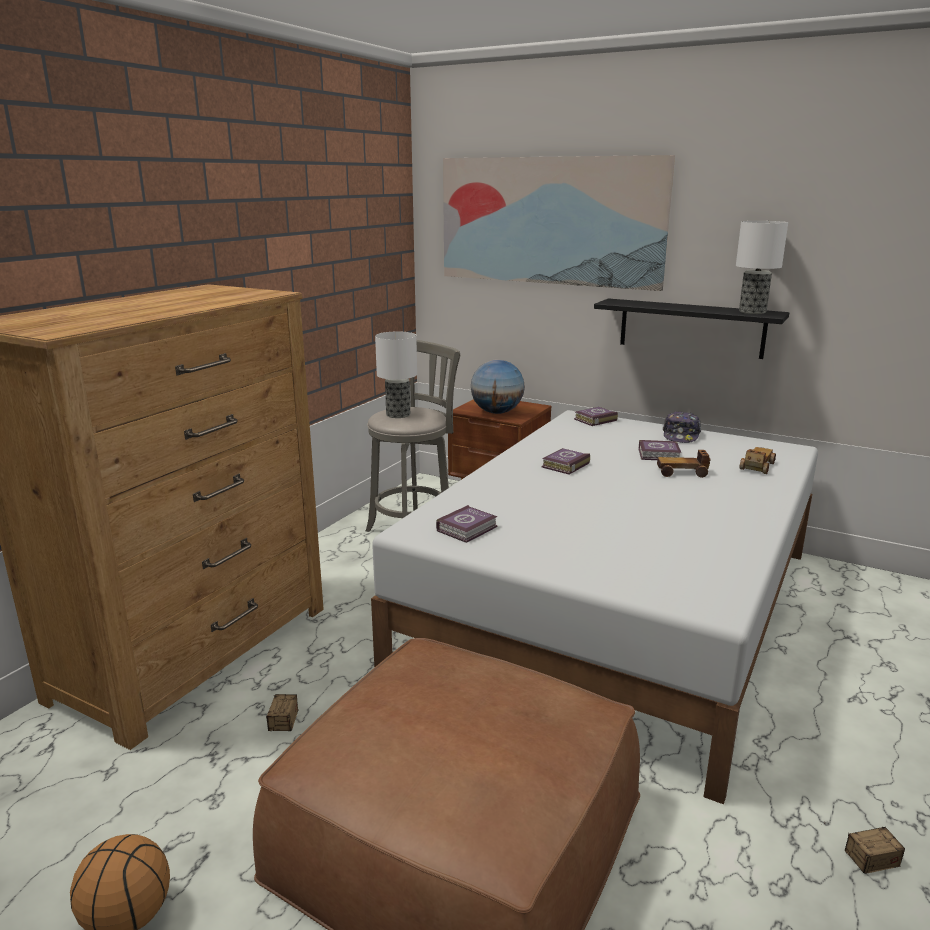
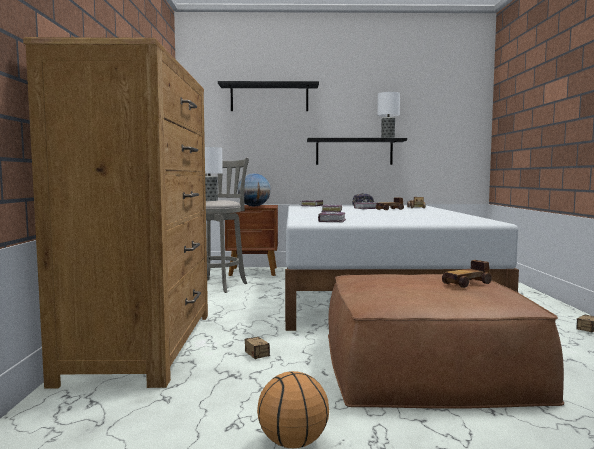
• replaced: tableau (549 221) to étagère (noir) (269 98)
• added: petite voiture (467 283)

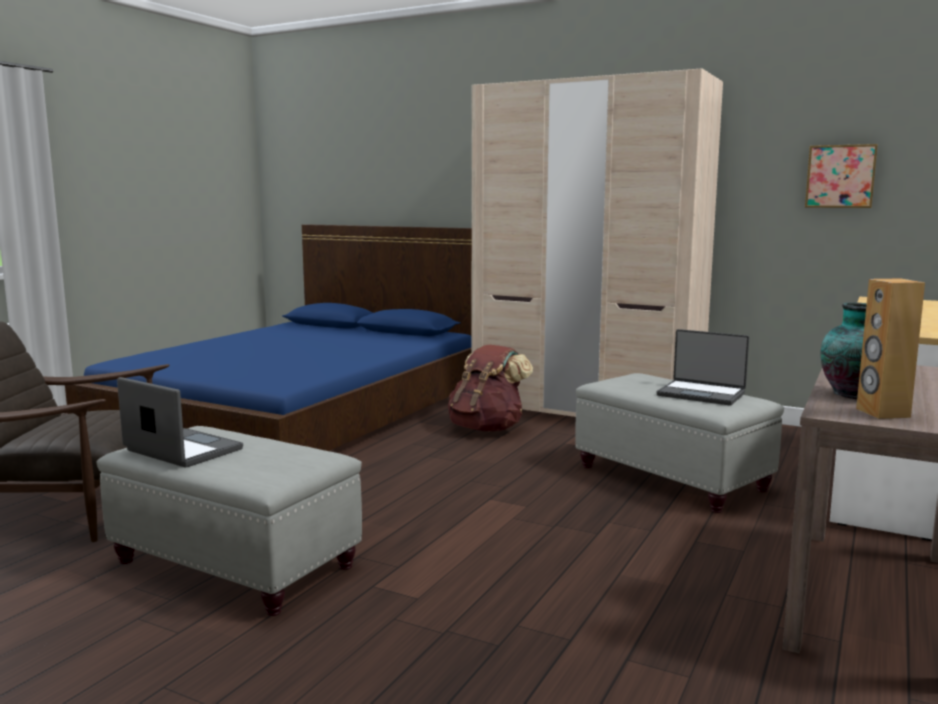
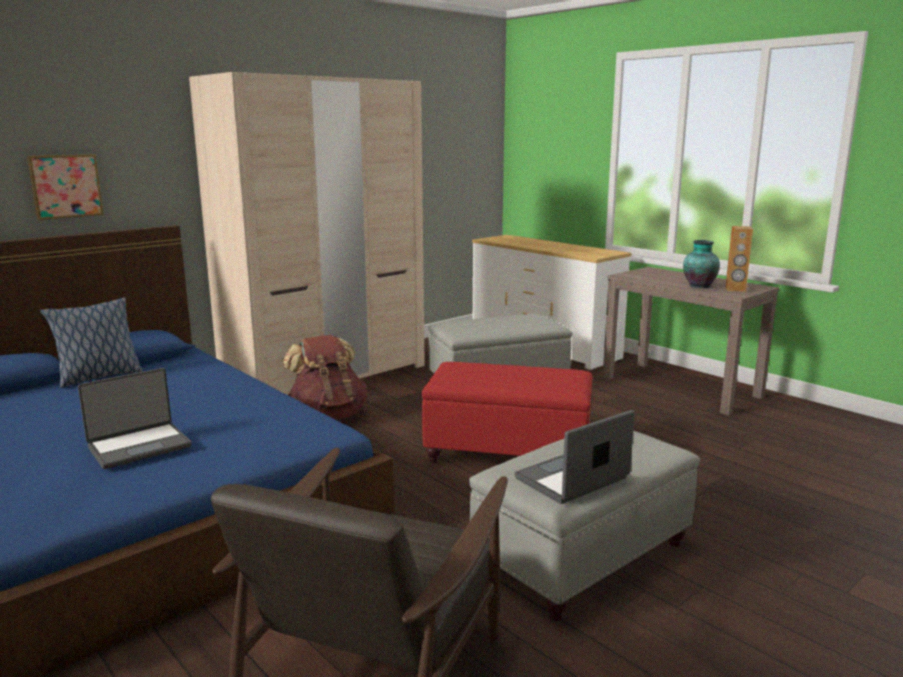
• moved: ordinateur portable (701 394) to (139 446)
• moved: tableau (840 176) to (65 186)
• added: coussin (98 377)
• added: pouf (rouge) (509 452)

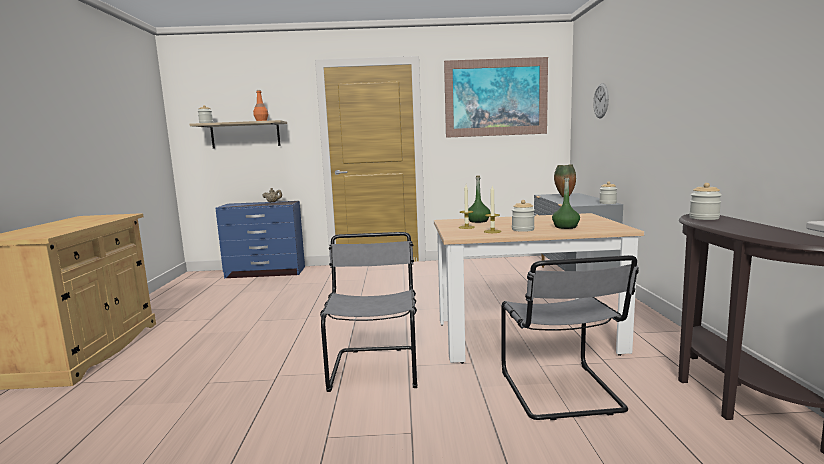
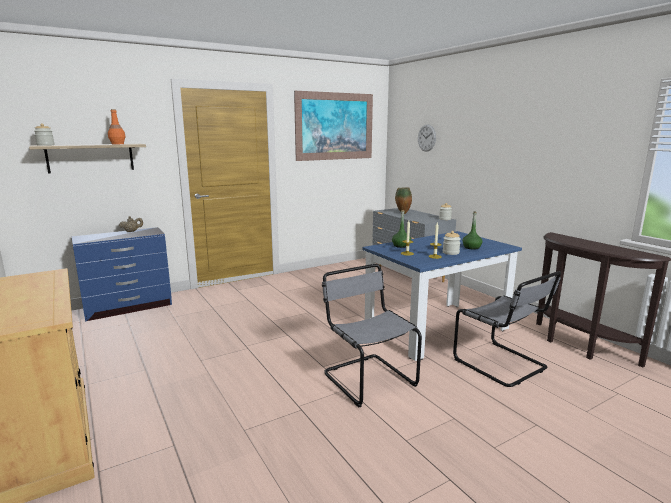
• recoloured: table à manger (beige) (526 336) to table à manger (bleu) (436 329)
• removed: bocal (704 218)

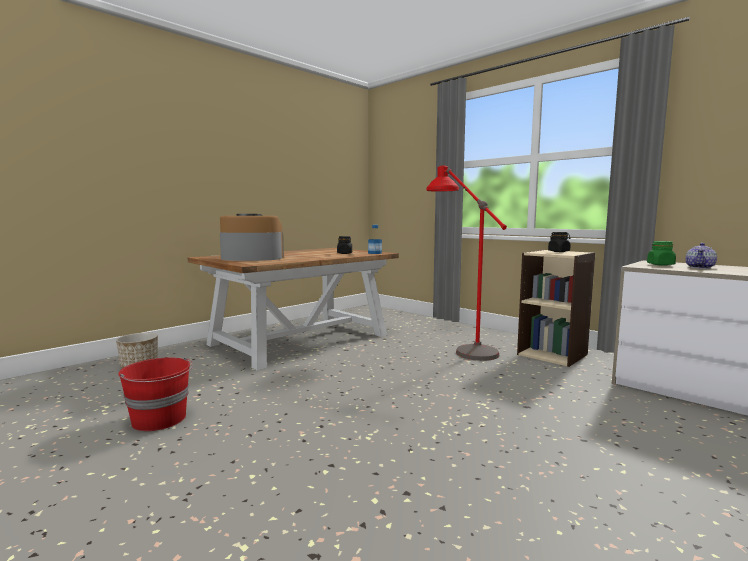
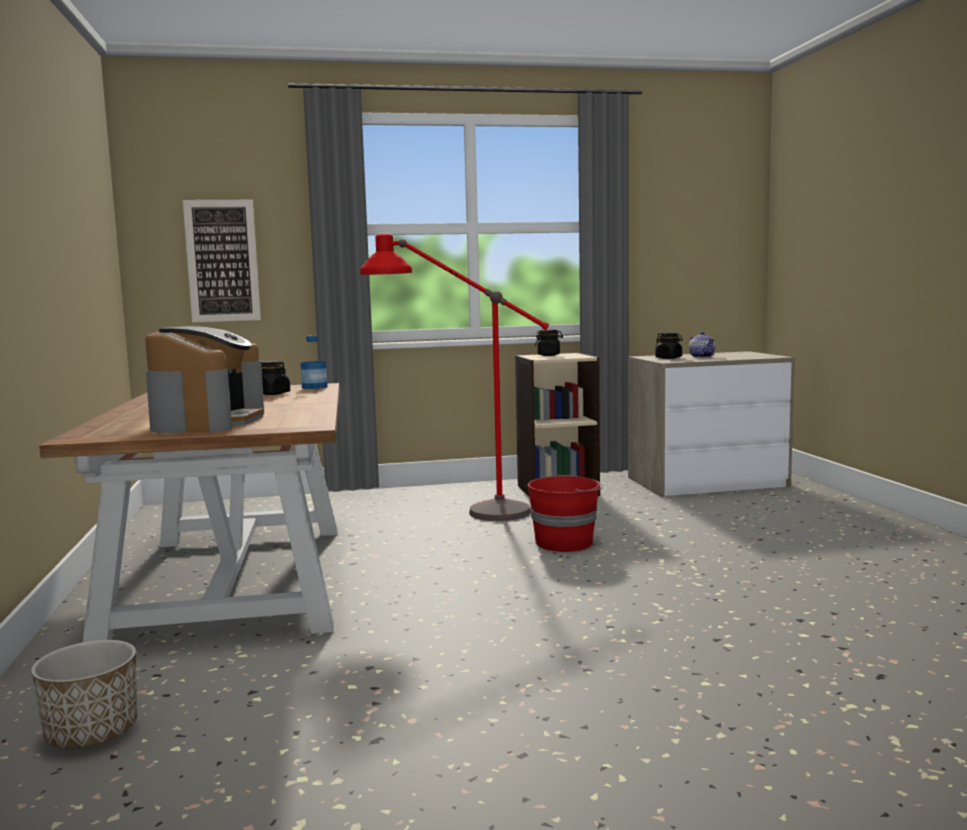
• moved: seau (rouge) (160 419) to (565 543)
• turned: machine à café (252 258) = (208 422) 150 degrees clockwise
• recoloured: bocal (vert) (660 264) to bocal (noir) (668 358)
• added: tableau (222 261)

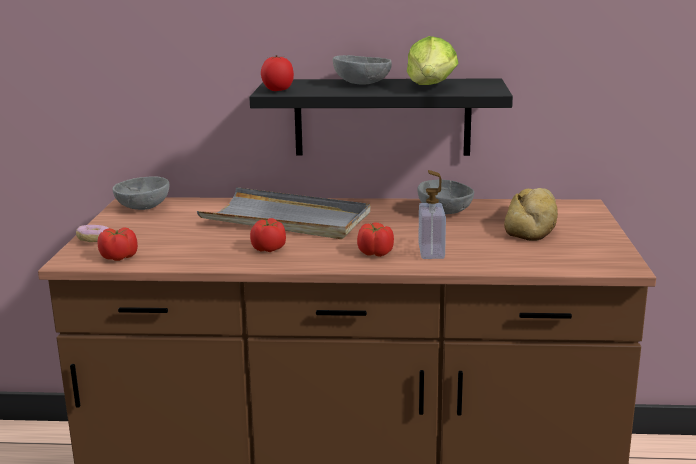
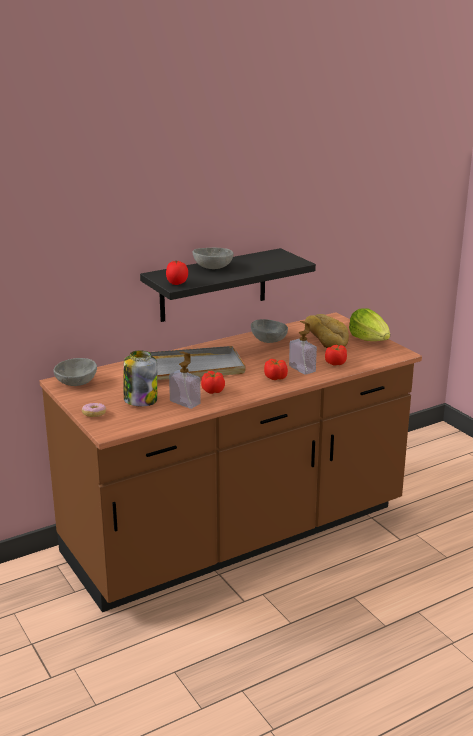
• moved: tomate (119 257) to (336 363)
• moved: laitue (431 87) to (370 340)
• added: bocal (140 400)
• added: distributeur de savon (185 402)

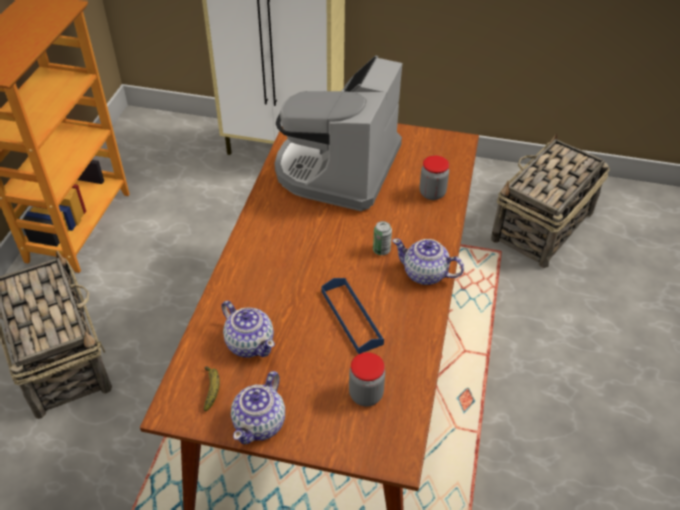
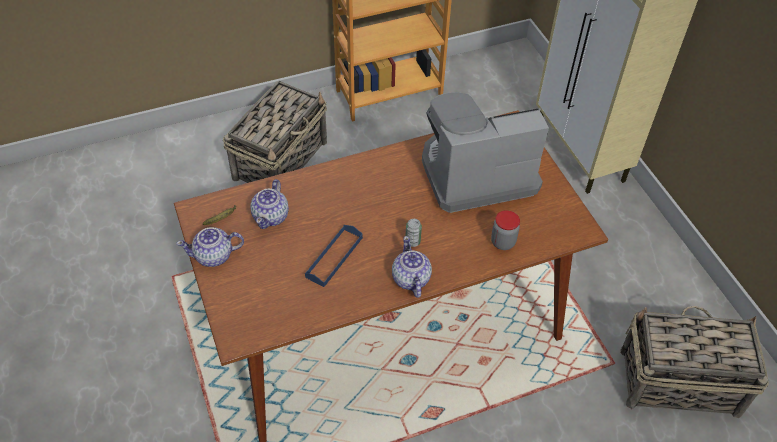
• removed: bocal (366 394)

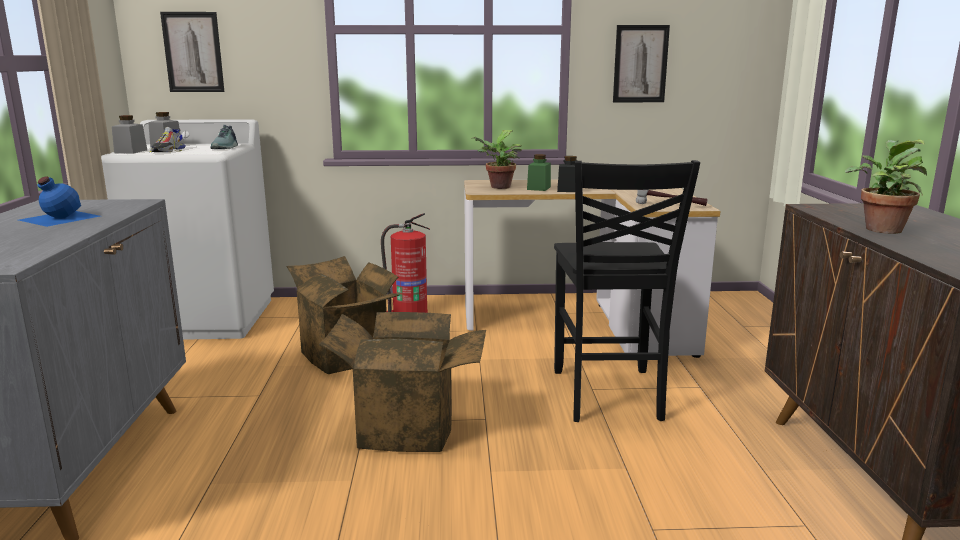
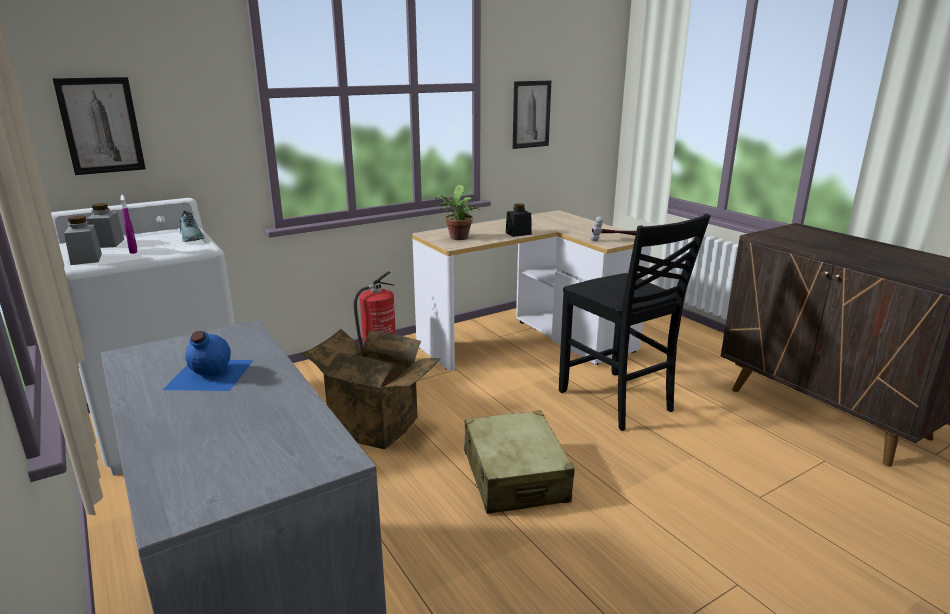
• replaced: chaussure (168 150) to vaporisateur (violet) (133 251)
• replaced: carton (409 427) to valise (beige) (515 476)
• removed: bocal (vert) (539 188)
• removed: plante en pot (881 228)

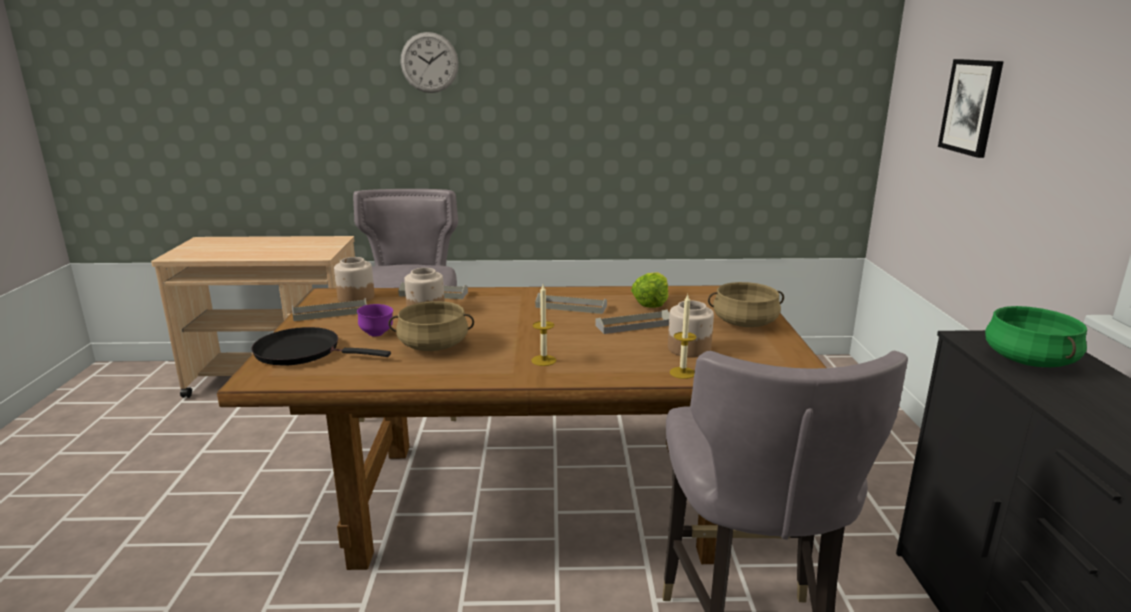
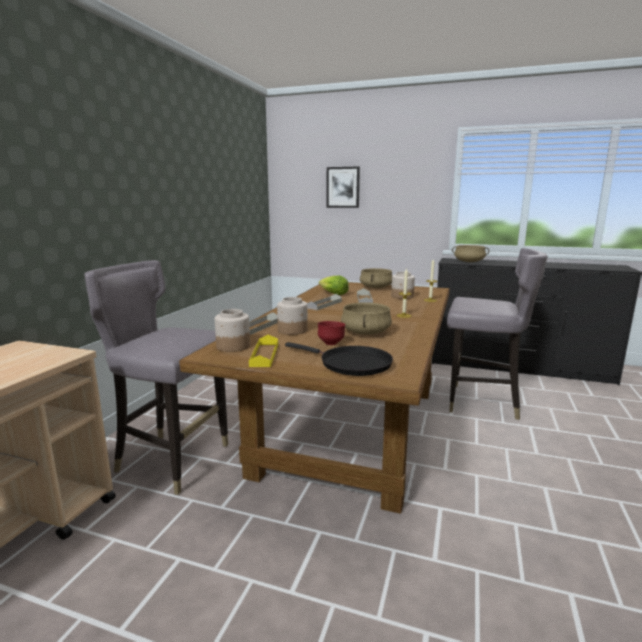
• turned: poêle (noir) (303 352) = (351 364) 90 degrees counterclockwise
• recoloured: plateau (gris) (330 313) to plateau (jaune) (264 355)
• recoloured: bol (violet) (377 334) to bol (rouge) (331 343)
• removed: horloge murale (429 62)
• recoloured: marmite (vert) (1030 360) to marmite (beige) (469 261)

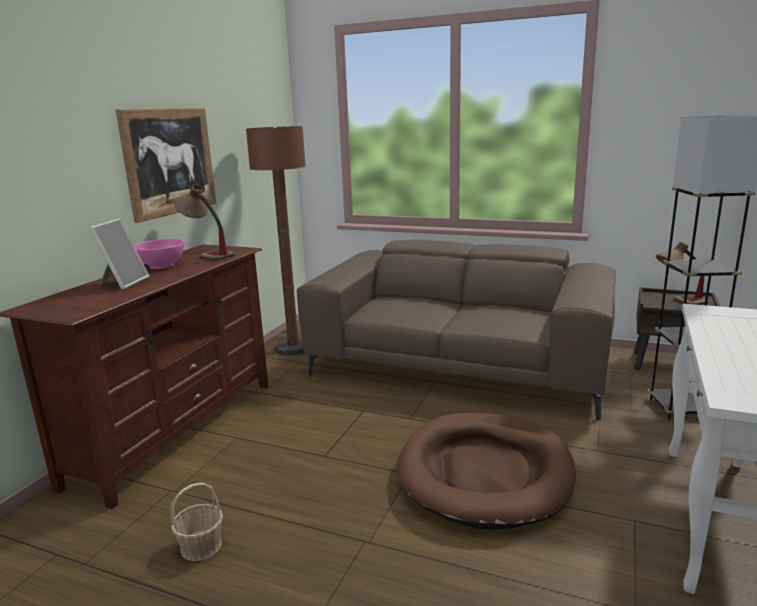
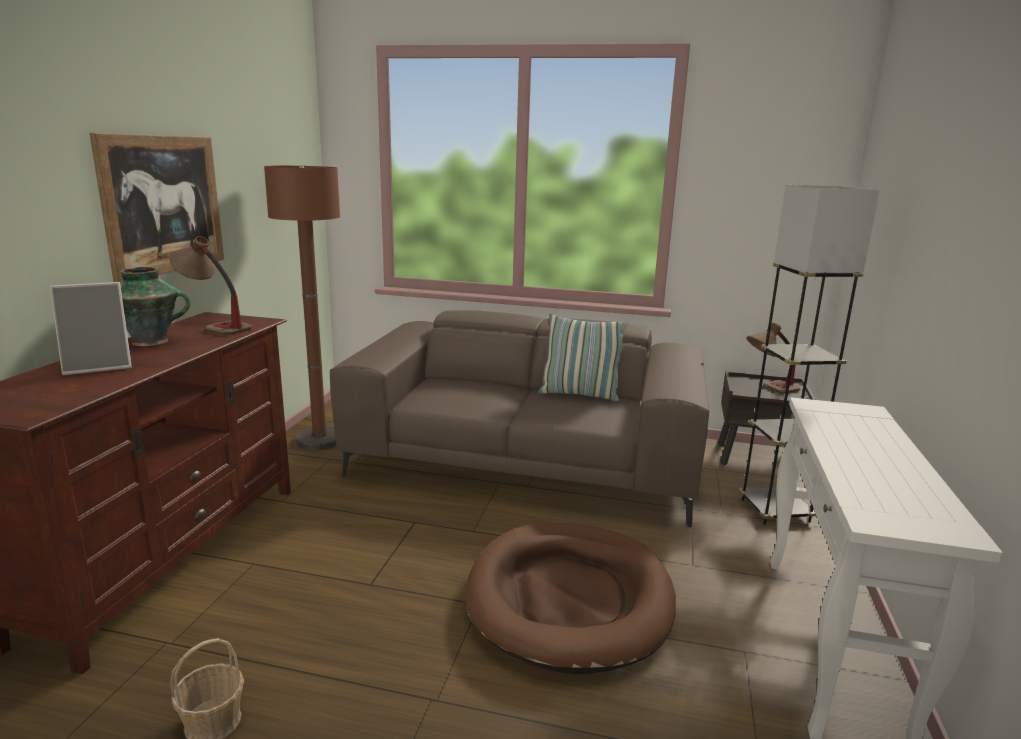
• turned: cadre photo (123 283) = (99 366) 60 degrees clockwise
• replaced: bol (rose) (162 266) to vase (152 342)
• added: coussin (579 394)

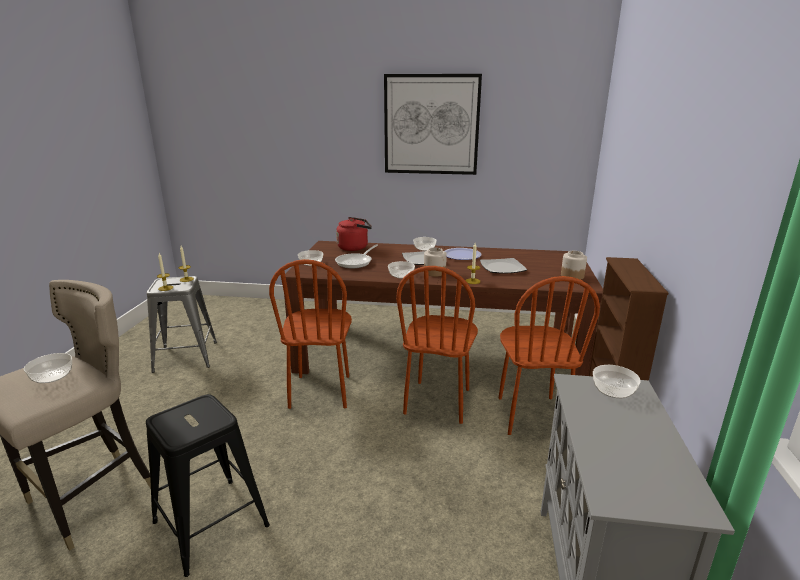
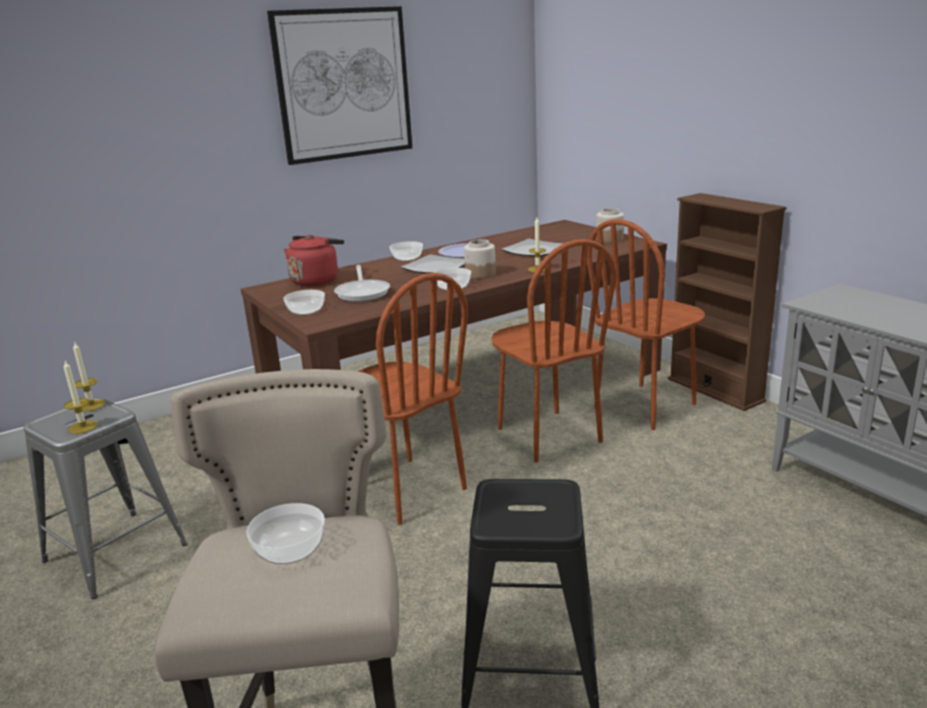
• turned: chaise (marron) (532 415) = (645 406) 90 degrees clockwise
• removed: bol (613 391)

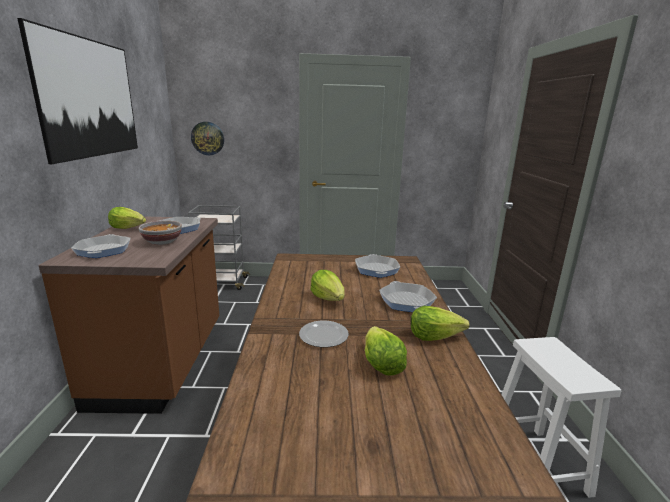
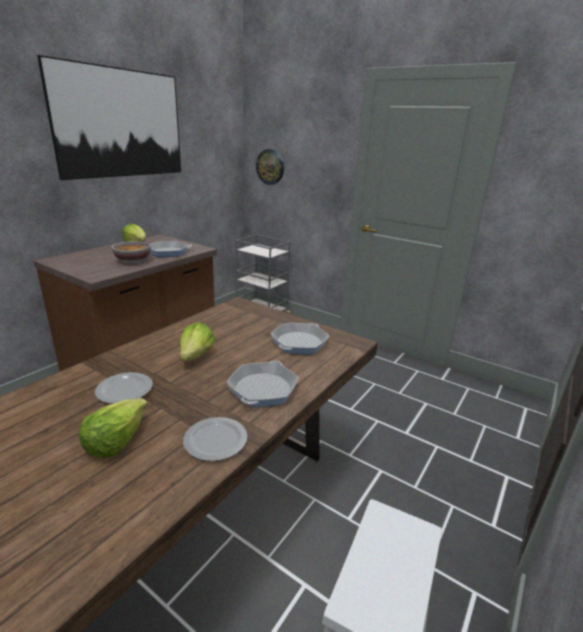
• removed: poêle (103 250)
• replaced: laitue (434 336) to assiette (215 440)

